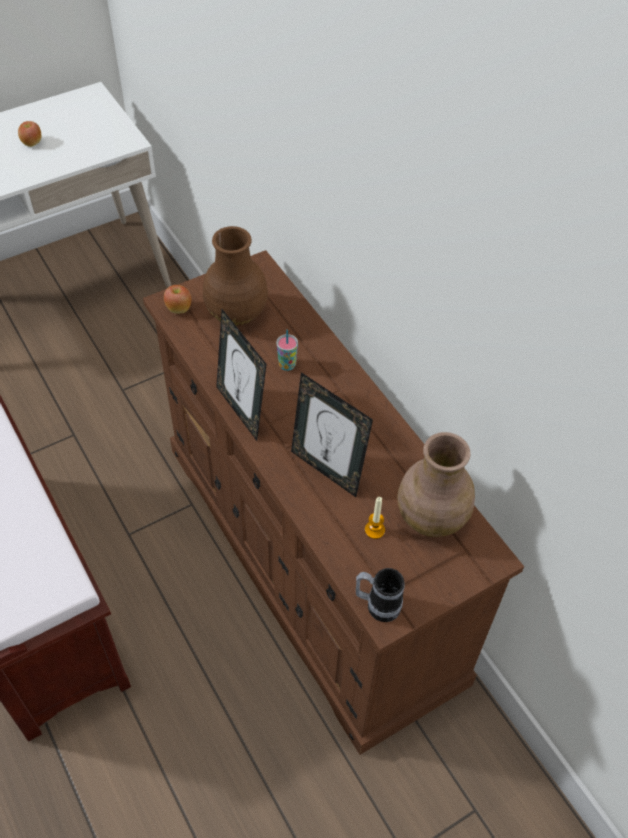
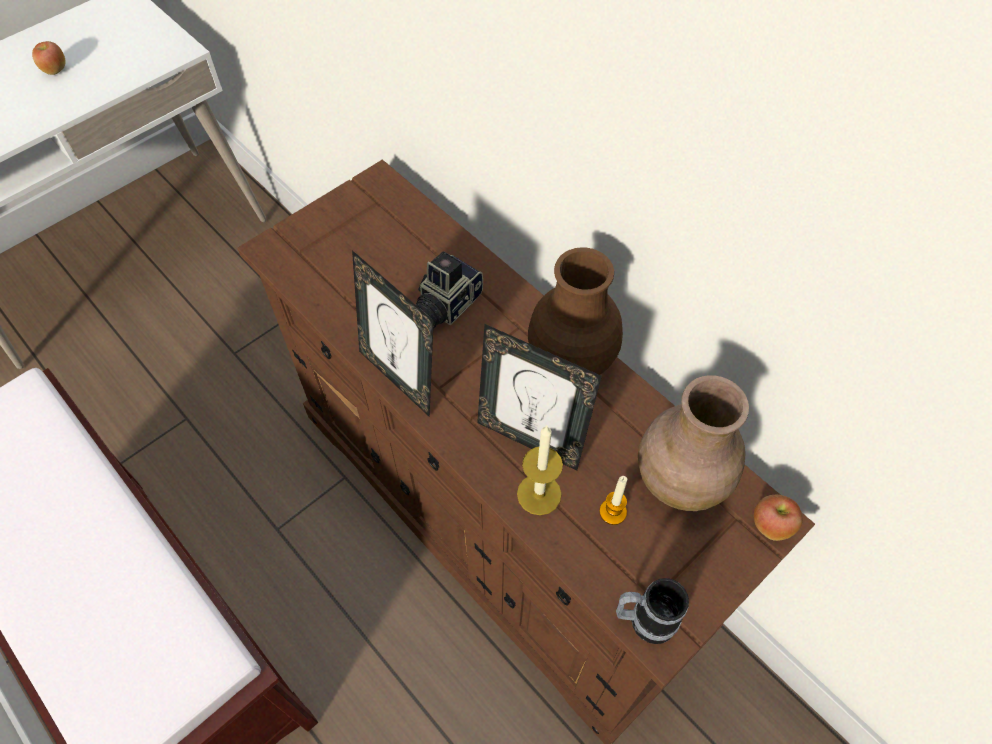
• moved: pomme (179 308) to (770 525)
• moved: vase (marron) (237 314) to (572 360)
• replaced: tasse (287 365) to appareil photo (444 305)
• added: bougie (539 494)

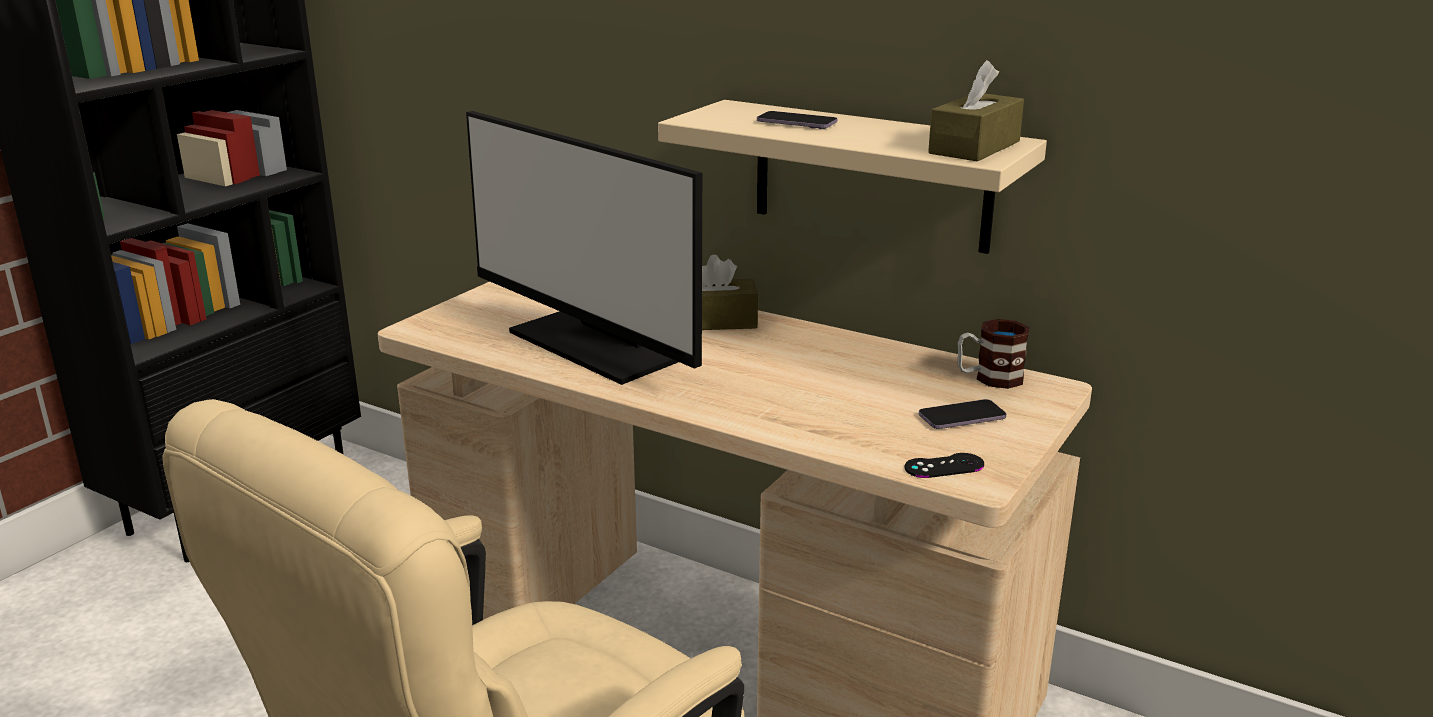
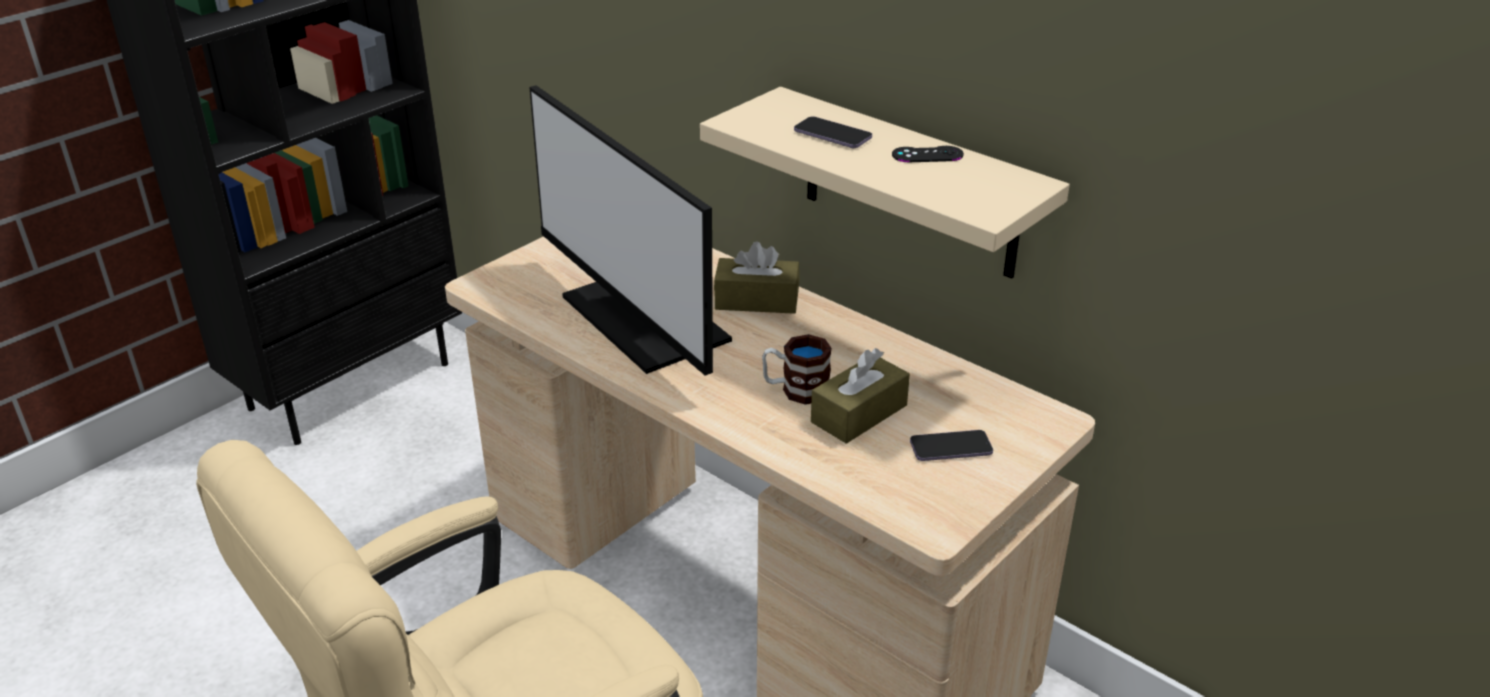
• moved: manette (noir) (944 466) to (927 155)
• moved: boîte à mouchoirs (marron) (974 147) to (859 414)
• moved: mug (989 378) to (795 390)

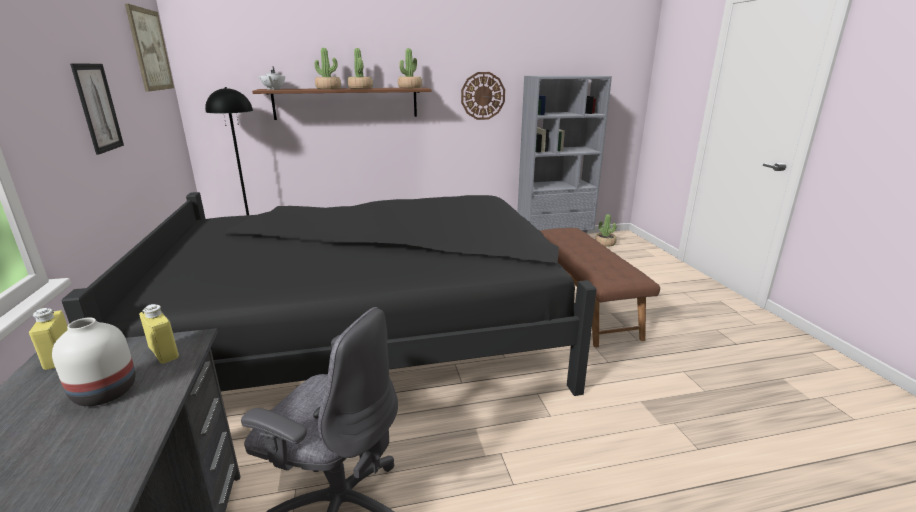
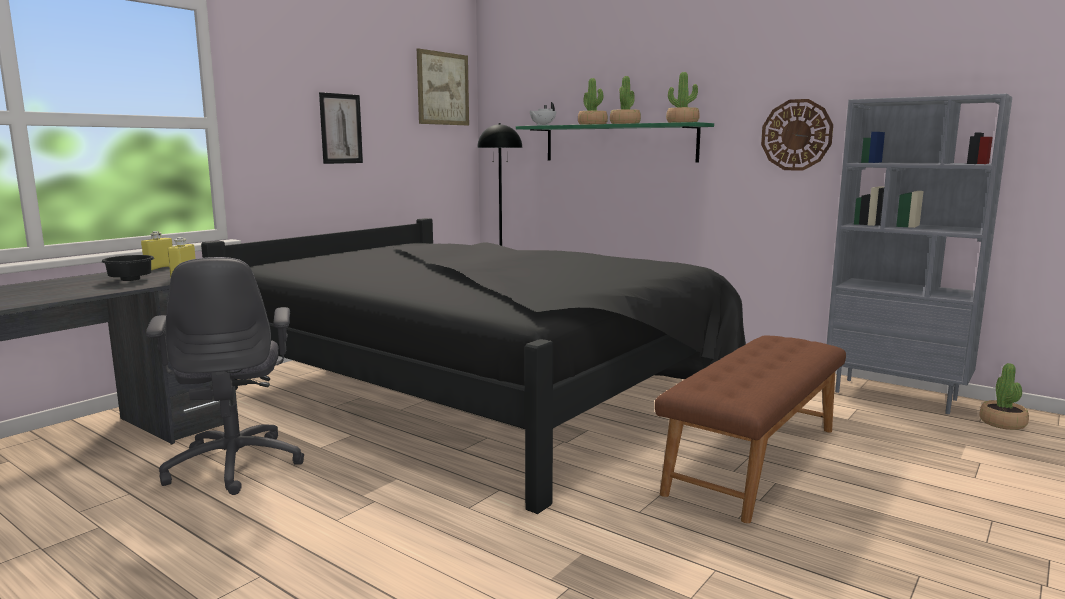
• replaced: vase (blanc) (106 392) to bol (noir) (131 280)
• recoloured: étagère (marron) (346 103) to étagère (vert) (618 143)

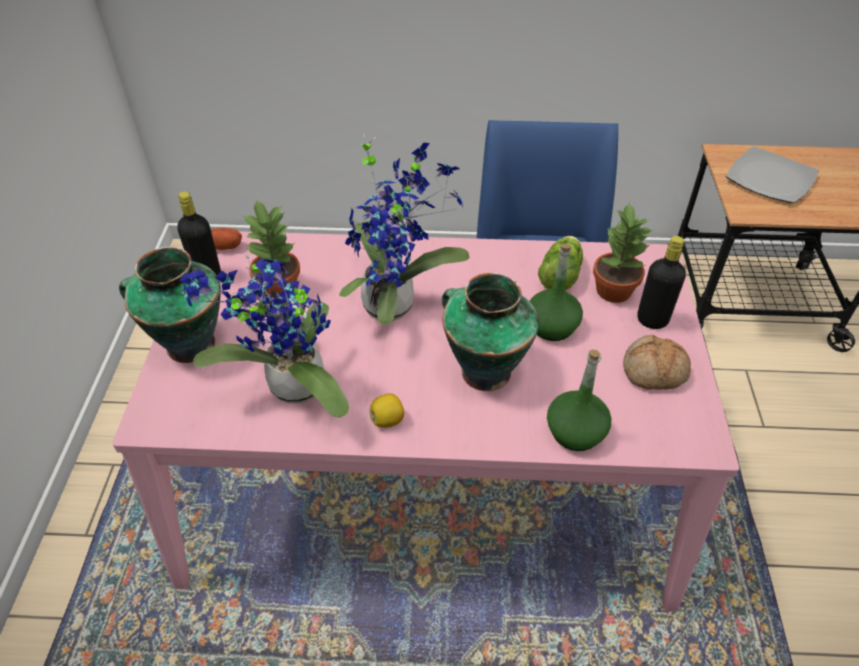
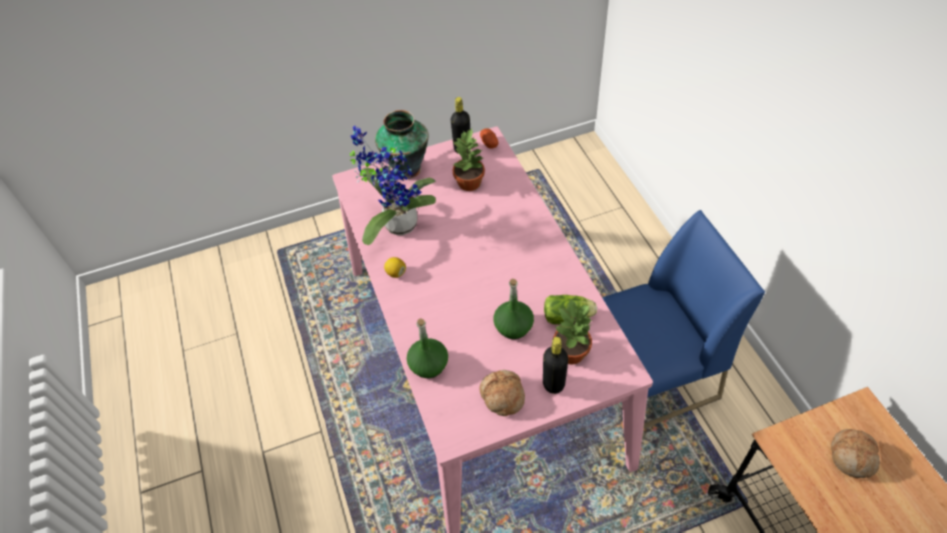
• removed: plante en pot (395 303)
• removed: vase (483 370)
• replaced: assiette (771 178) to pain (853 456)

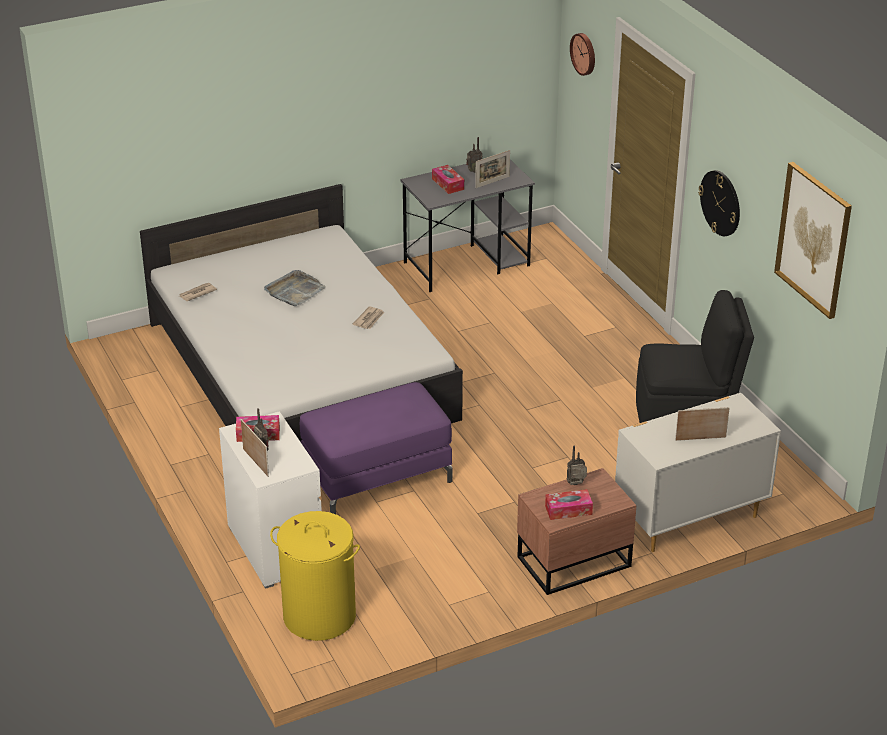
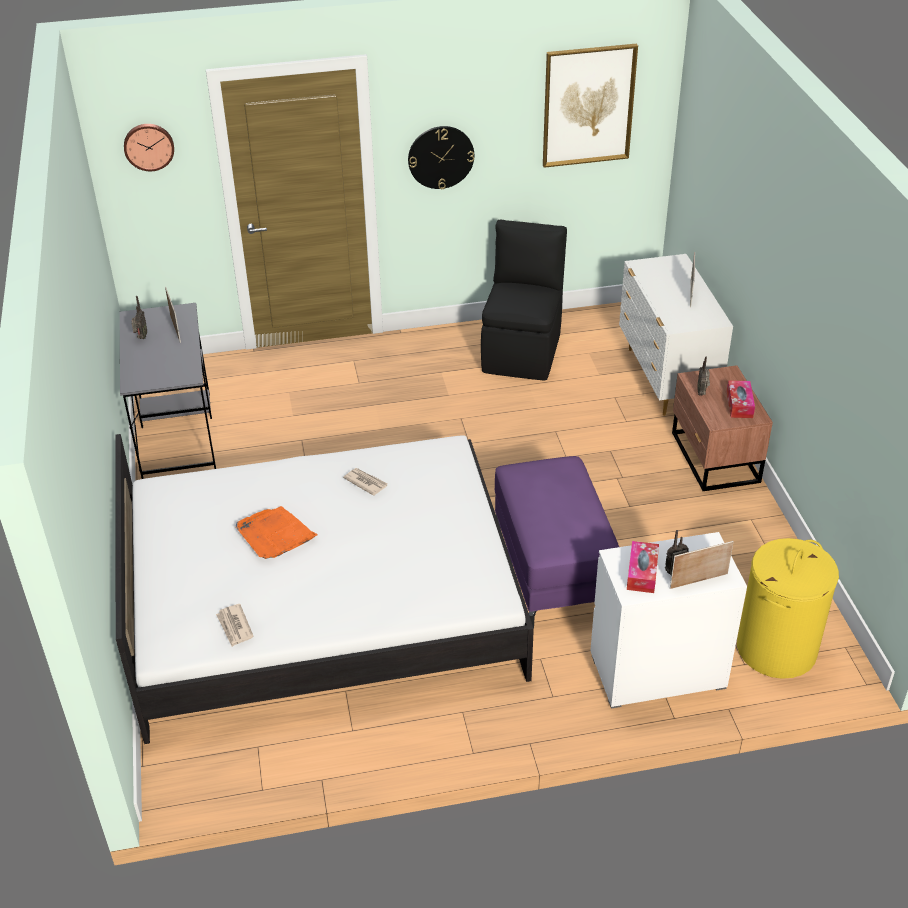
• recoloured: plateau (gris) (294 291) to plateau (orange) (275 535)
• removed: boîte à mouchoirs (448 184)

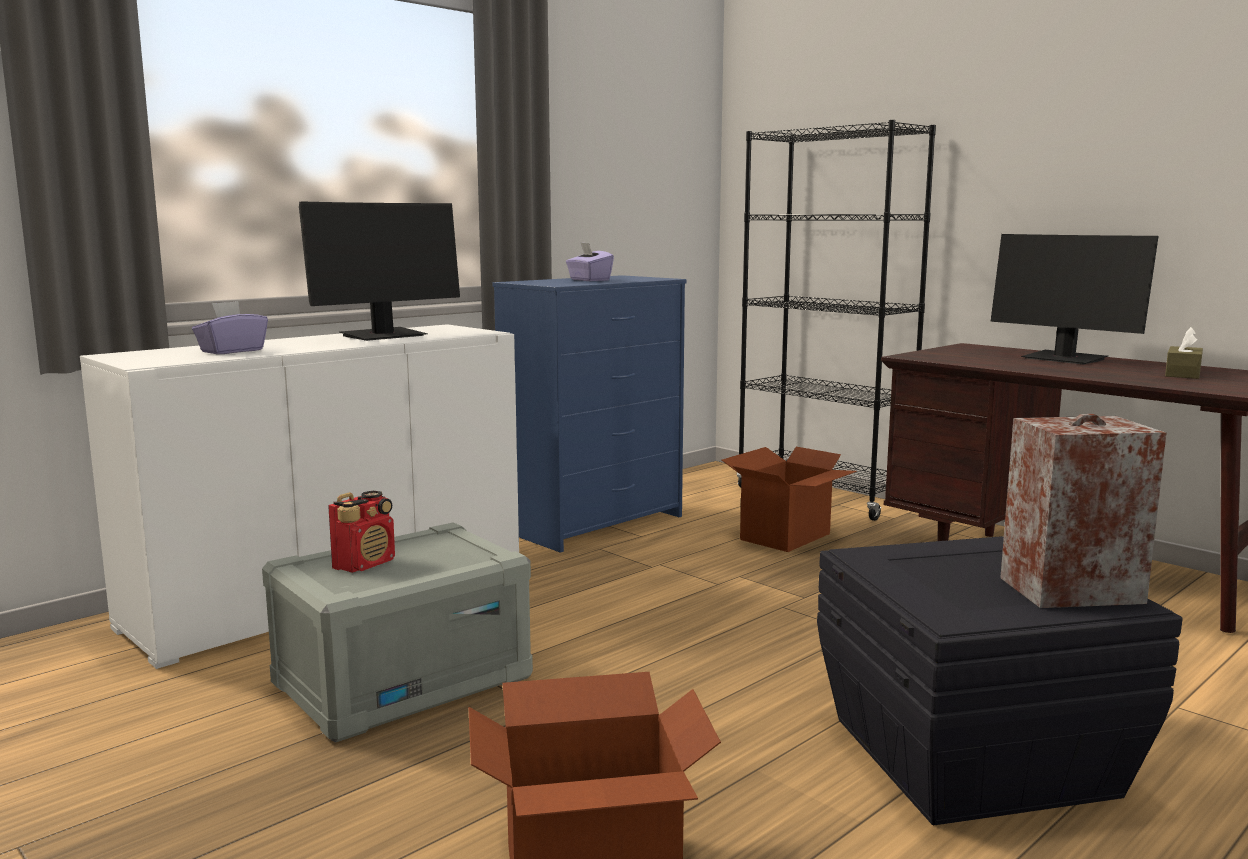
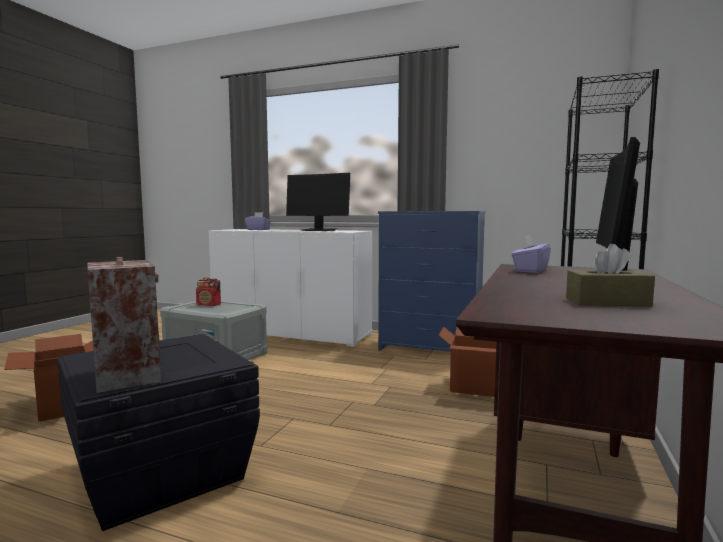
• moved: boîte à mouchoirs (violet) (589 280) to (530 270)

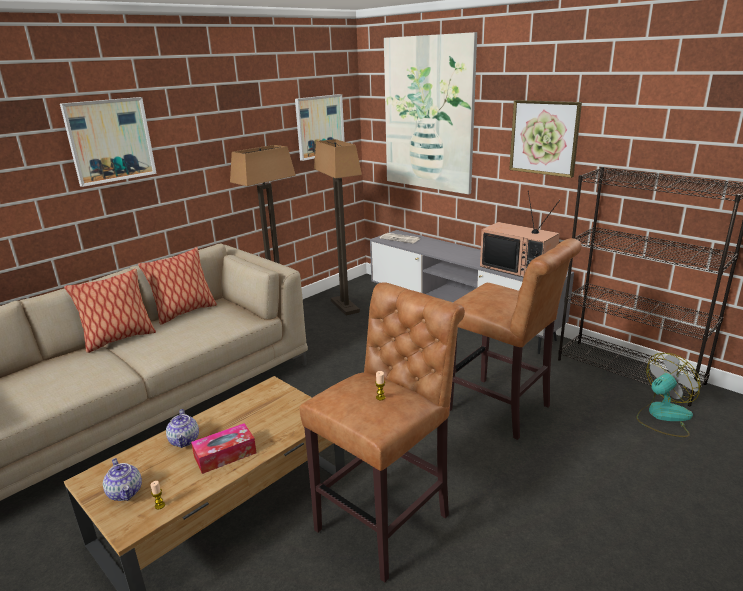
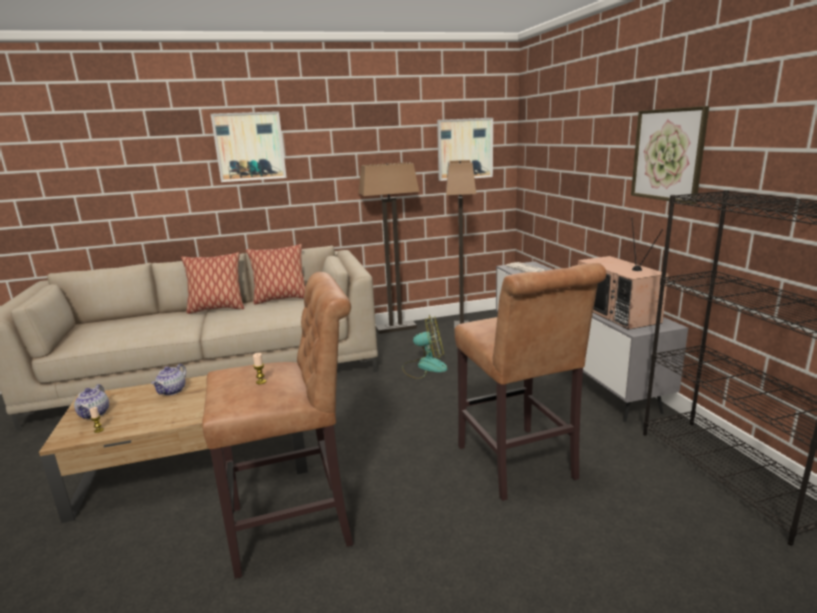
• removed: boîte à mouchoirs (225 455)
• removed: tableau (428 114)
• moved: ventilateur (663 416) to (424 367)

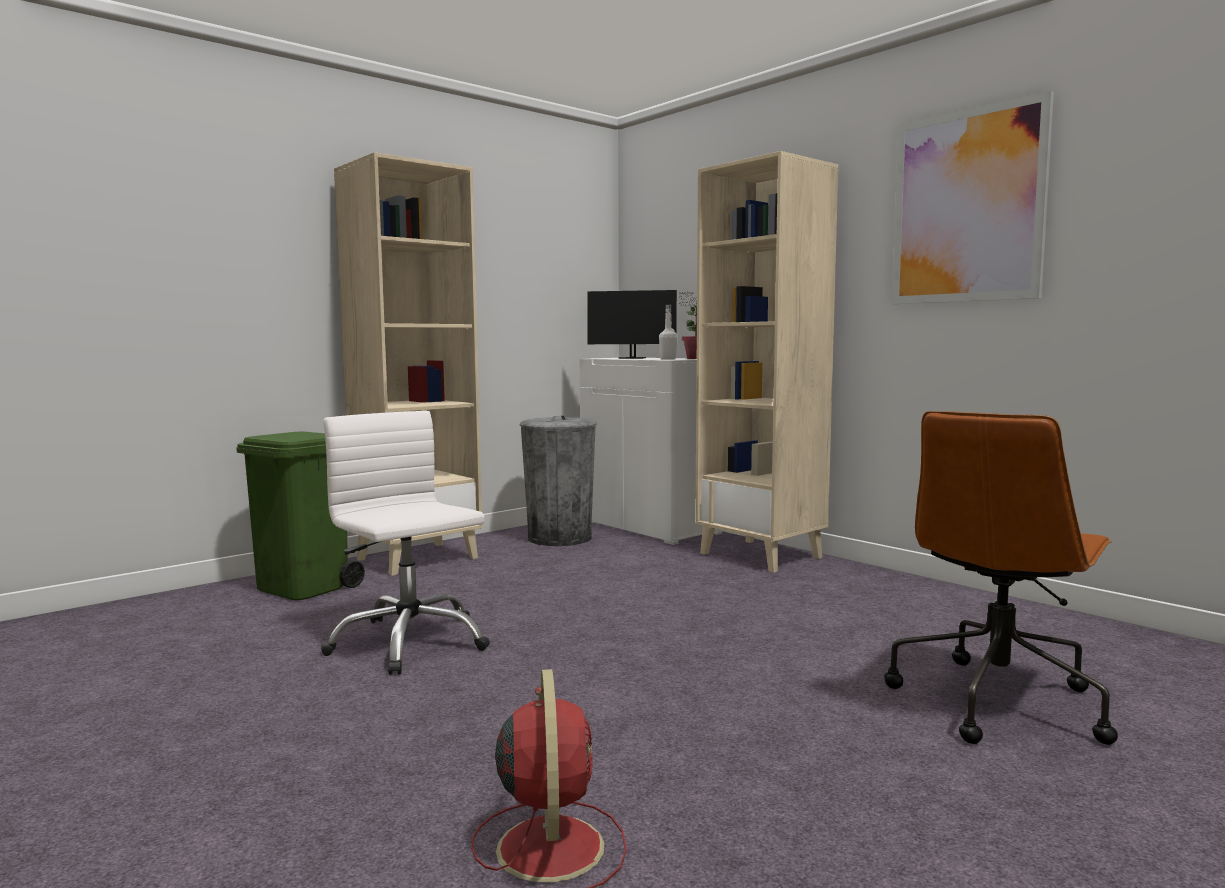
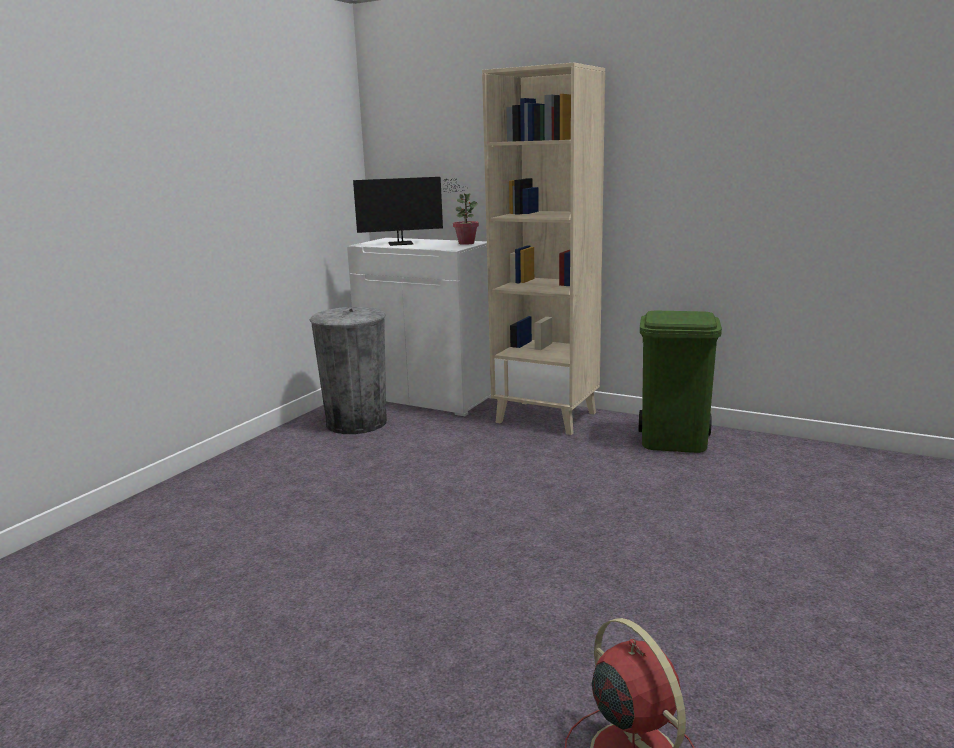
• moved: poubelle (vert) (304 588) to (675 441)
• removed: chaise de bureau (blanc) (408 642)
• removed: bibliothèque (beige) (418 558)
• removed: bouteille (blanc) (668 359)
• removed: chaise de bureau (marron) (997 701)
• removed: tableau (967 207)

